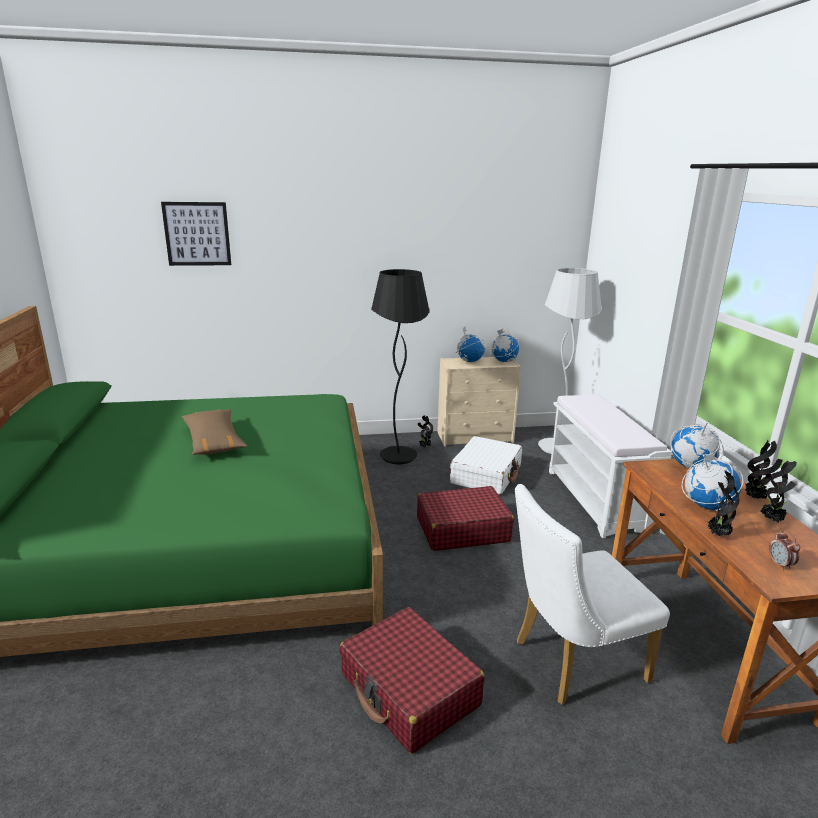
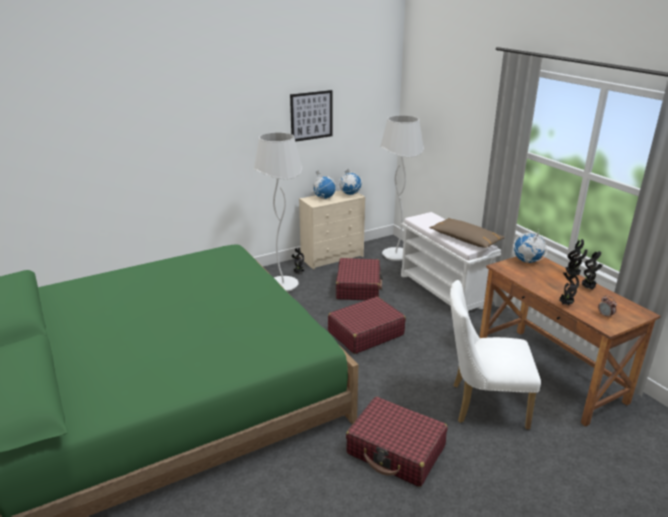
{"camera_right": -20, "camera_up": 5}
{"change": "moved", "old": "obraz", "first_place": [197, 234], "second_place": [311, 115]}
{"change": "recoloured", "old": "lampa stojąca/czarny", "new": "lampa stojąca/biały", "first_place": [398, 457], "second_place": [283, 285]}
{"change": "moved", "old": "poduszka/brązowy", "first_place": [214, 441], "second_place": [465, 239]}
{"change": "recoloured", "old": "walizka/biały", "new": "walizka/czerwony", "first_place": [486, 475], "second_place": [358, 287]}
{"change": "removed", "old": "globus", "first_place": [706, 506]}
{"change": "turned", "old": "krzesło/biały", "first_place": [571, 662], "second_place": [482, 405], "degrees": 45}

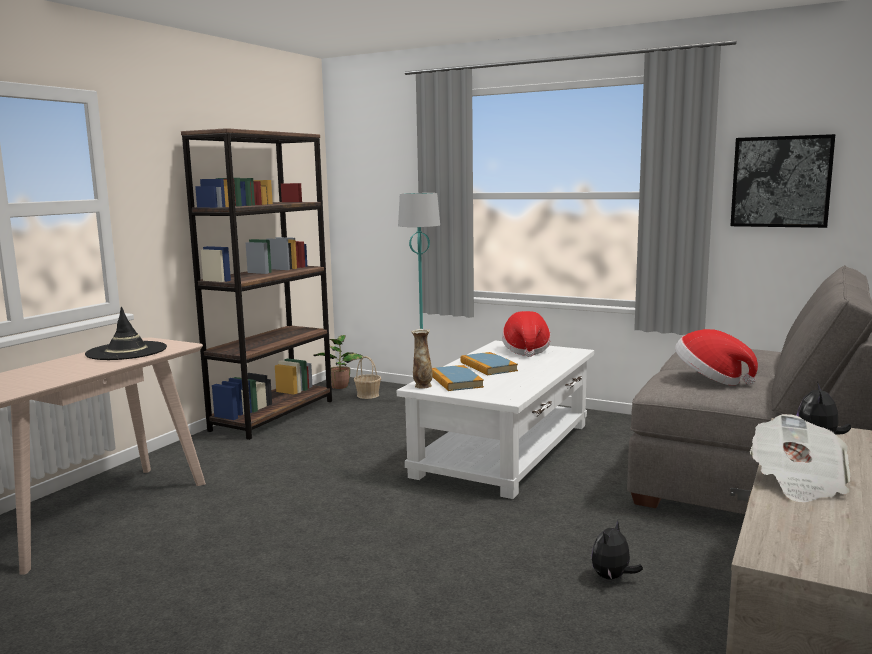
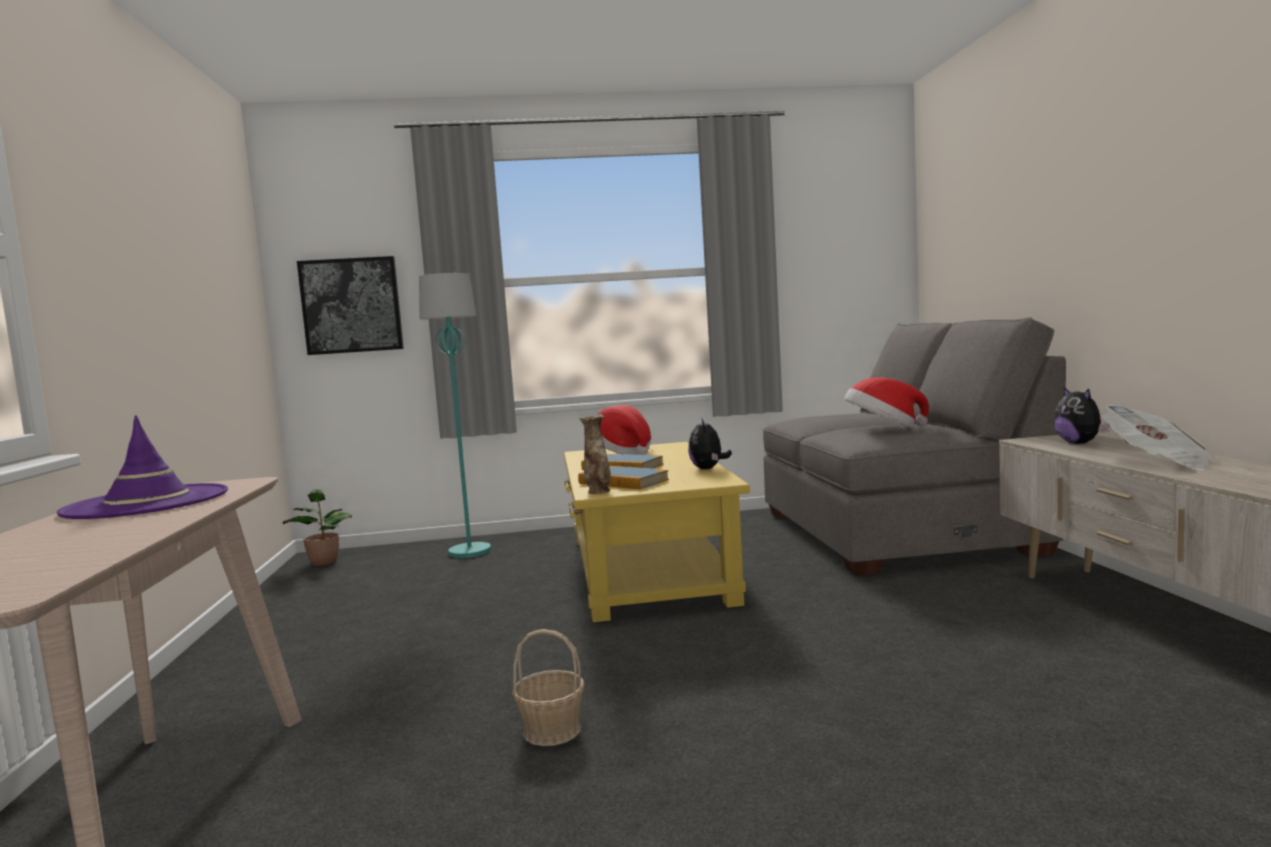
{"camera_right": -35, "camera_up": -5}
{"change": "removed", "old": "regał/brązowy", "first_place": [273, 415]}
{"change": "moved", "old": "obraz", "first_place": [781, 182], "second_place": [352, 305]}
{"change": "recoloured", "old": "kapelusz/czarny", "new": "kapelusz/fioletowy", "first_place": [127, 351], "second_place": [147, 502]}
{"change": "recoloured", "old": "ława/biały", "new": "ława/żółty", "first_place": [503, 449], "second_place": [647, 569]}
{"change": "moved", "old": "koszyk", "first_place": [368, 395], "second_place": [551, 730]}
{"change": "moved", "old": "pluszak", "first_place": [612, 577], "second_place": [708, 469]}

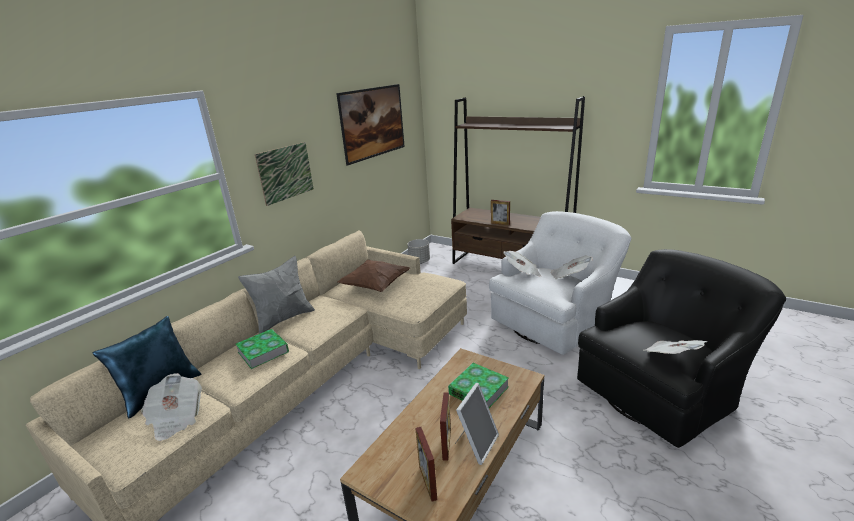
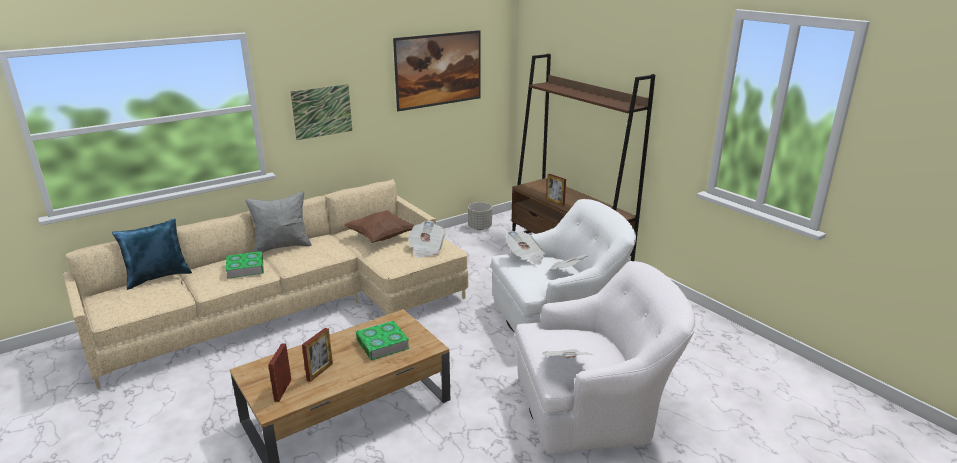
{"camera_right": 20, "camera_up": 0}
{"change": "recoloured", "old": "fotel/czarny", "new": "fotel/biały", "first_place": [661, 389], "second_place": [595, 407]}
{"change": "moved", "old": "gazeta", "first_place": [176, 418], "second_place": [426, 249]}
{"change": "removed", "old": "ramka na zdjęcie", "first_place": [476, 444]}

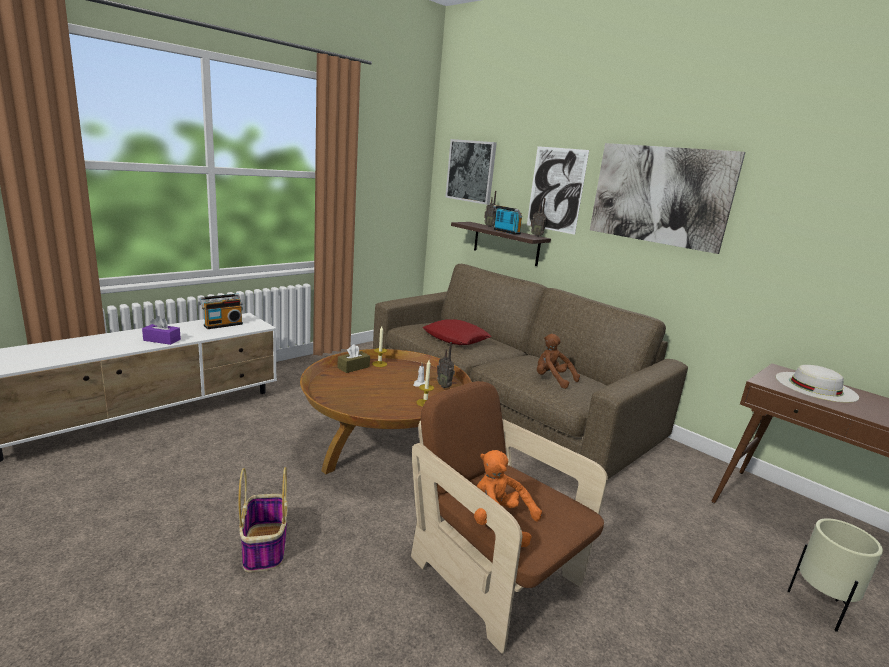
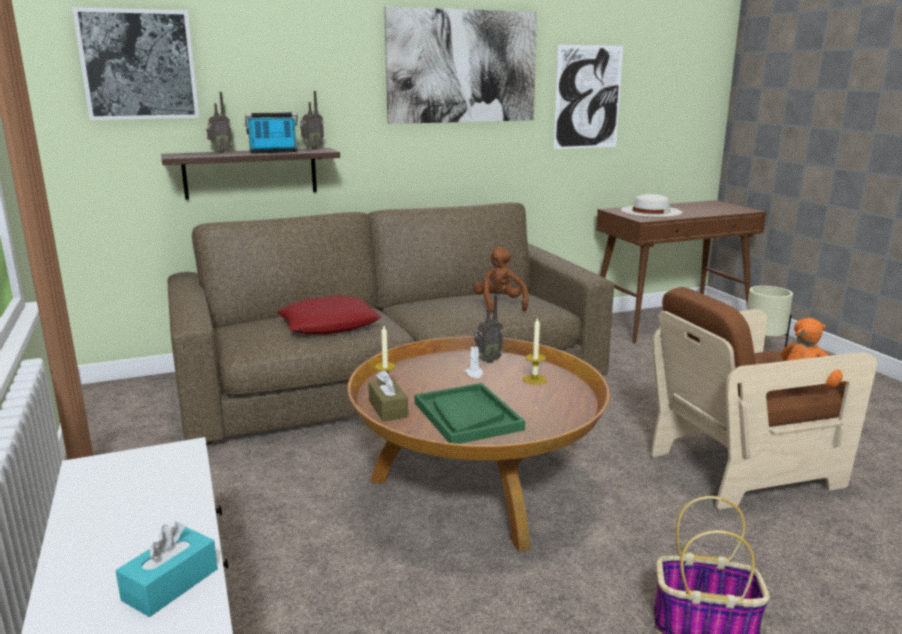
{"camera_right": -65, "camera_up": 0}
{"change": "moved", "old": "obraz", "first_place": [556, 189], "second_place": [588, 97]}
{"change": "removed", "old": "radio", "first_place": [223, 324]}
{"change": "recoloured", "old": "pudełko chusteczek/fioletowy", "new": "pudełko chusteczek/turkusowy", "first_place": [162, 340], "second_place": [170, 584]}
{"change": "turned", "old": "pluszak/brązowy", "first_place": [552, 379], "second_place": [499, 305], "degrees": 105}
{"change": "added", "new": "taca/zielony", "second_place": [467, 416]}

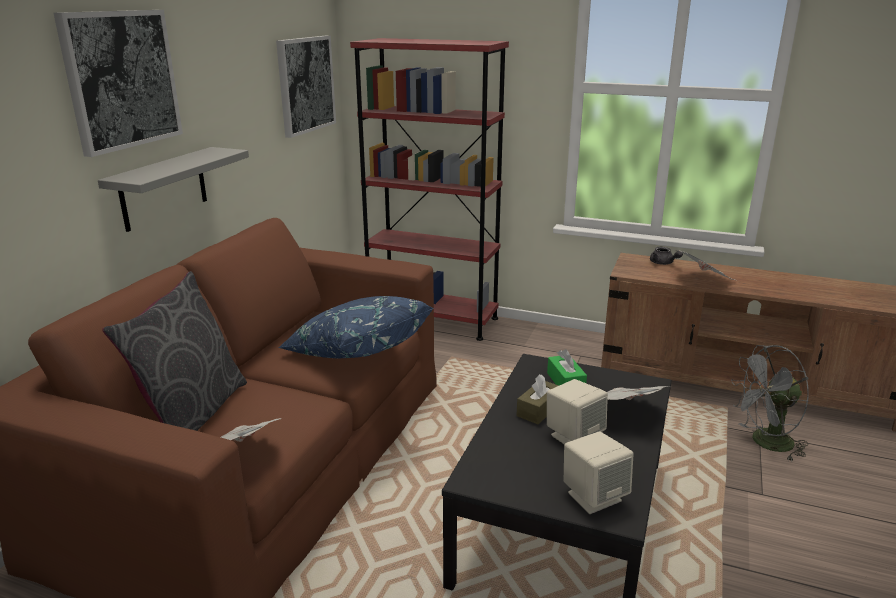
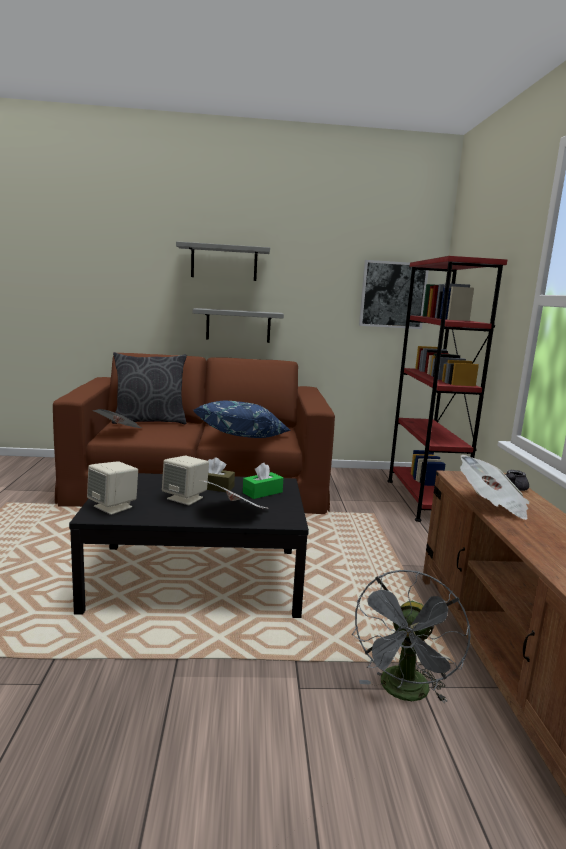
{"camera_right": 65, "camera_up": -10}
{"change": "replaced", "old": "obraz", "new": "półka/szary", "first_place": [121, 80], "second_place": [224, 262]}
{"change": "turned", "old": "wentylator/szary", "first_place": [765, 443], "second_place": [404, 693], "degrees": -120}

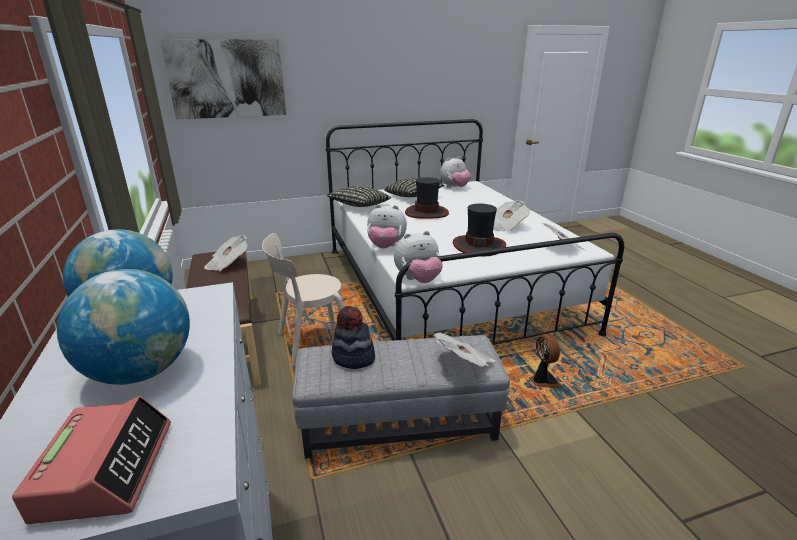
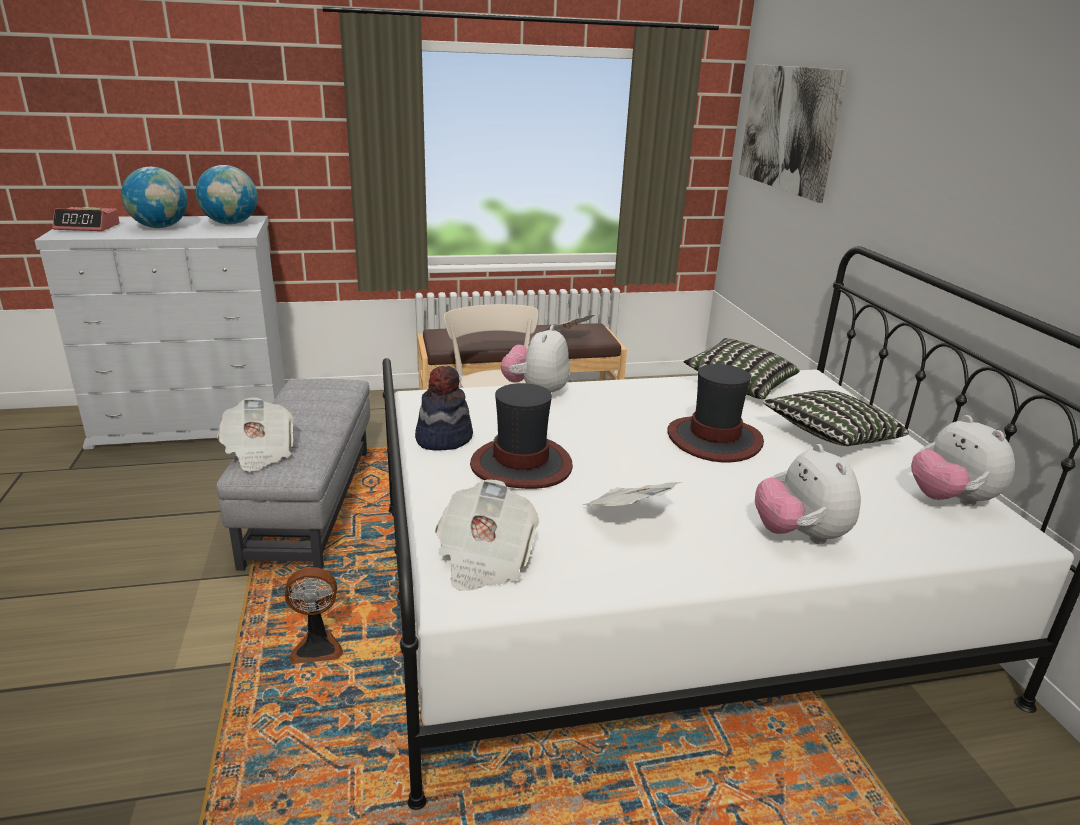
{"camera_right": 95, "camera_up": 0}
{"change": "moved", "old": "pluszak", "first_place": [418, 280], "second_place": [800, 535]}
{"change": "moved", "old": "kapelusz", "first_place": [353, 358], "second_place": [443, 438]}

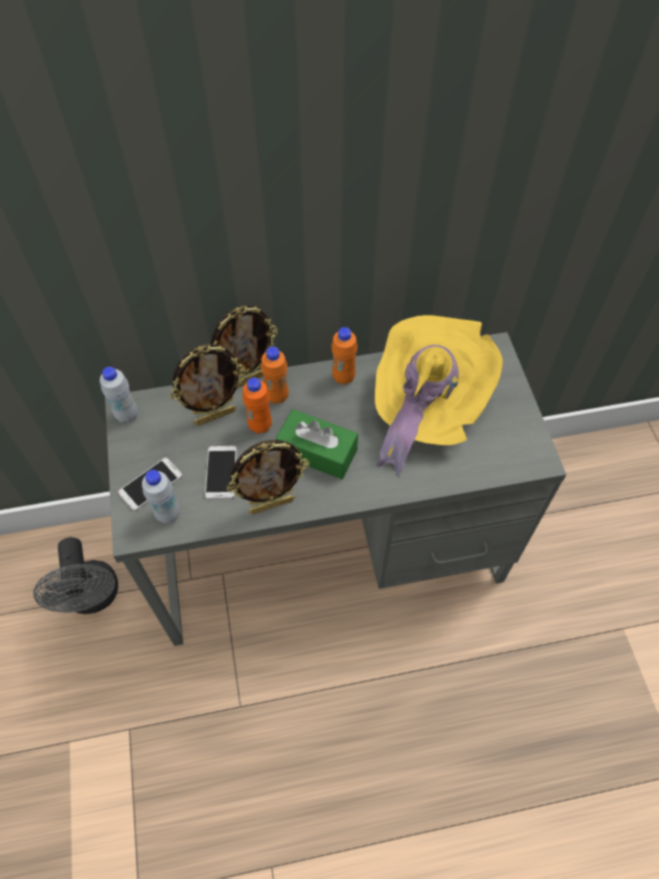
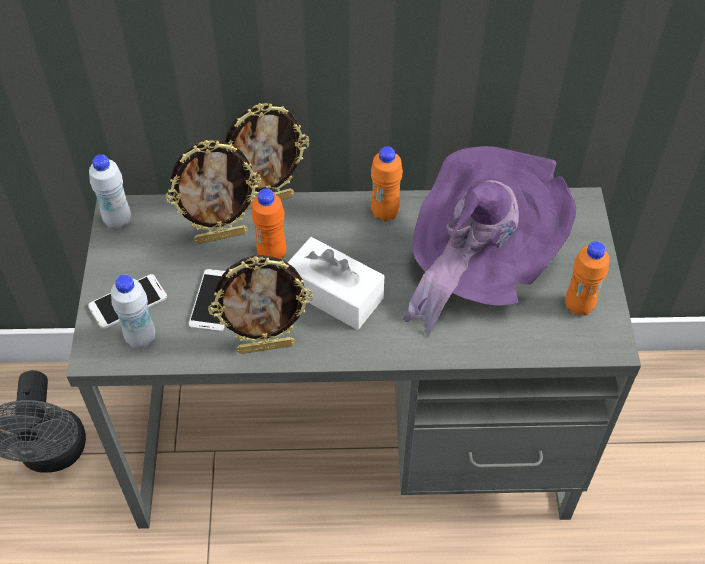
{"camera_right": 10, "camera_up": -5}
{"change": "recoloured", "old": "kapelusz/żółty", "new": "kapelusz/fioletowy", "first_place": [425, 409], "second_place": [477, 263]}
{"change": "moved", "old": "butelka/pomarańczowy", "first_place": [277, 396], "second_place": [578, 306]}
{"change": "recoloured", "old": "pudełko chusteczek/zielony", "new": "pudełko chusteczek/biały", "first_place": [317, 452], "second_place": [334, 294]}

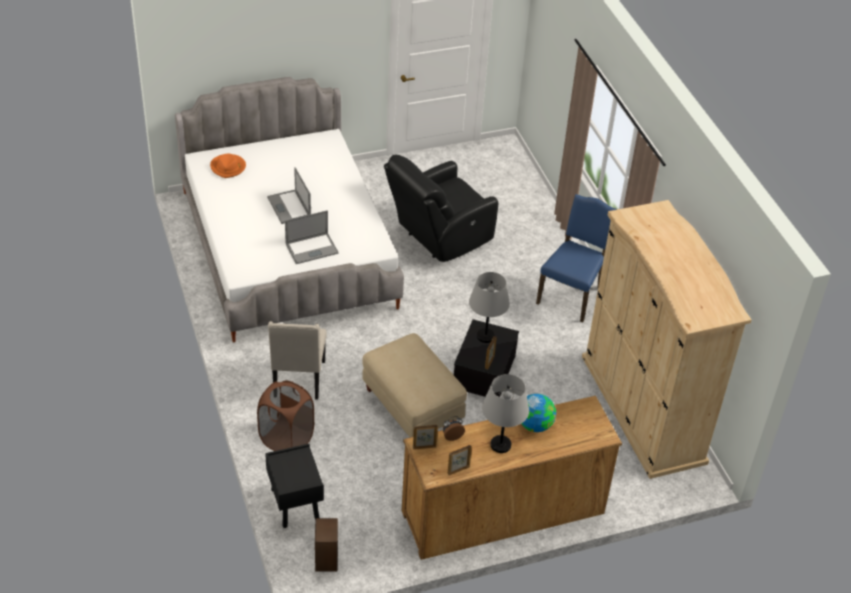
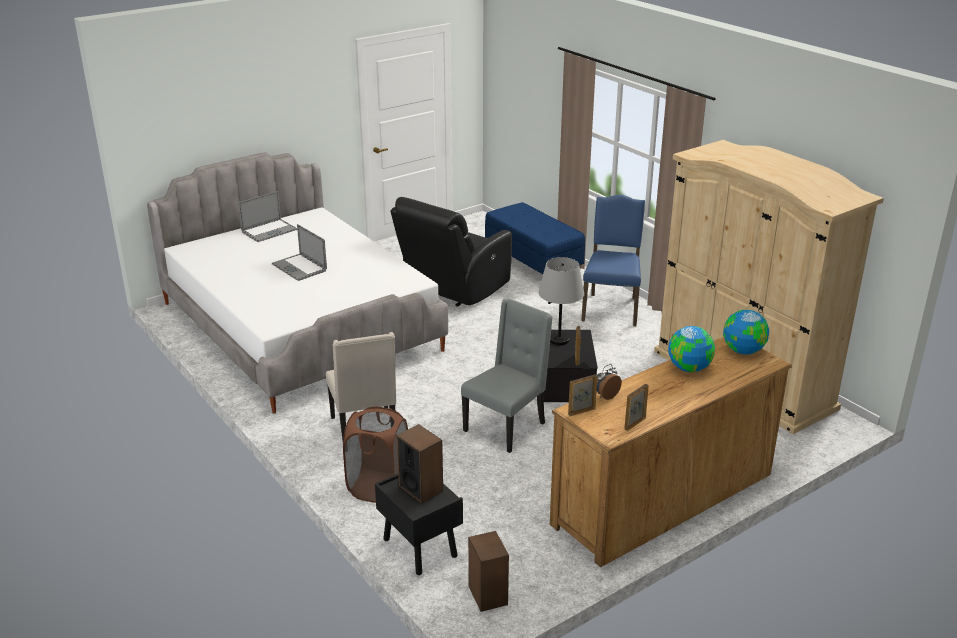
{"camera_right": -15, "camera_up": -15}
{"change": "removed", "old": "kapelusz/pomarańczowy", "first_place": [228, 167]}
{"change": "moved", "old": "laptop", "first_place": [312, 249], "second_place": [269, 231]}
{"change": "replaced", "old": "pufa/beżowy", "new": "krzesło/szary", "first_place": [413, 406], "second_place": [506, 427]}
{"change": "removed", "old": "lampa stołowa/szary", "first_place": [500, 445]}
{"change": "added", "new": "ławka/niebieski", "second_place": [533, 265]}
{"change": "added", "new": "globus", "second_place": [742, 350]}
{"change": "added", "new": "głośnik", "second_place": [421, 488]}

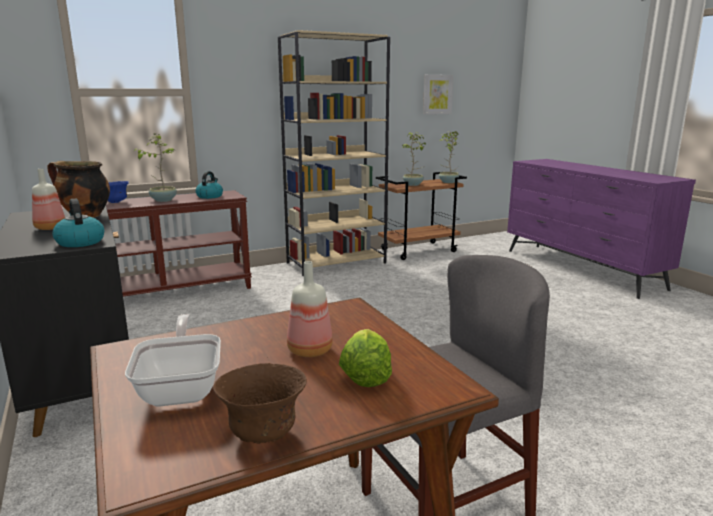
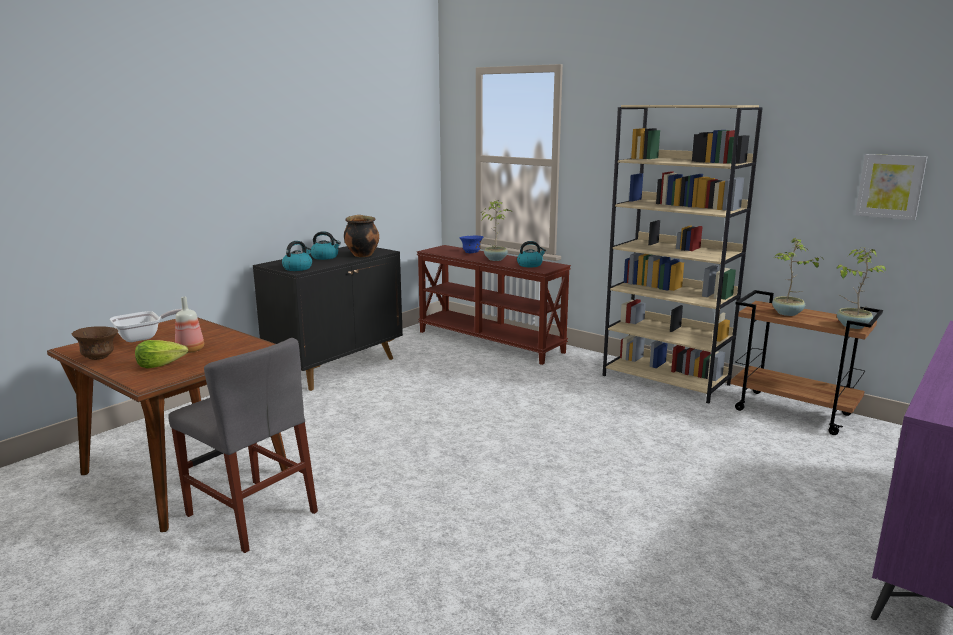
{"camera_right": 65, "camera_up": 0}
{"change": "replaced", "old": "butelka", "new": "czajnik", "first_place": [49, 228], "second_place": [325, 257]}

